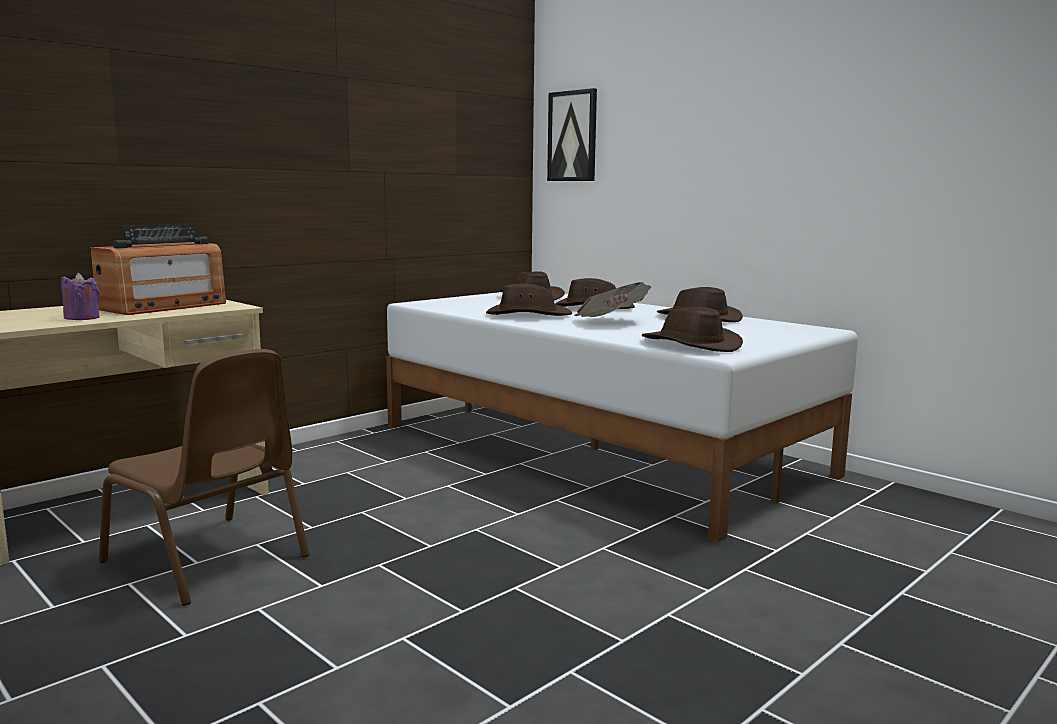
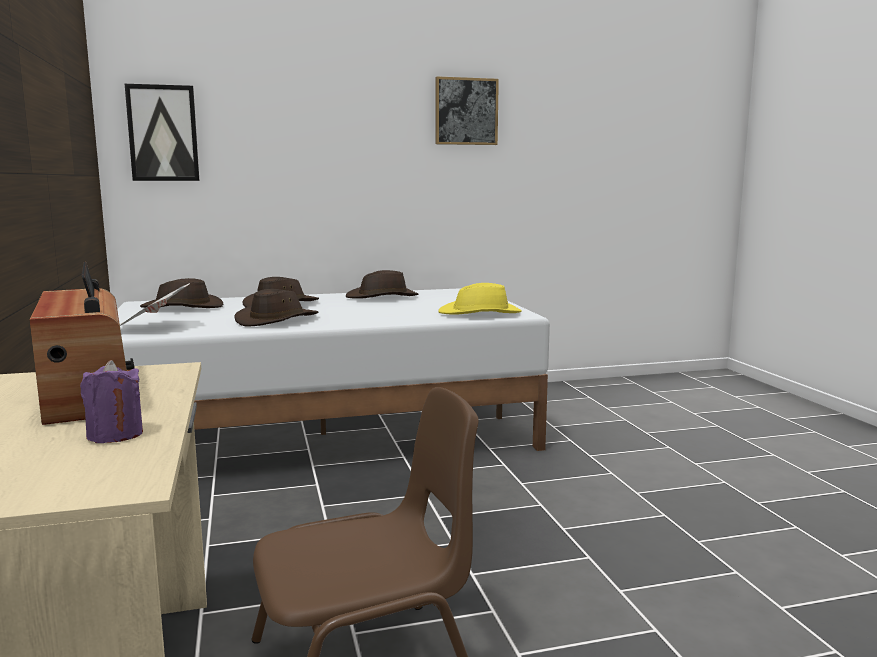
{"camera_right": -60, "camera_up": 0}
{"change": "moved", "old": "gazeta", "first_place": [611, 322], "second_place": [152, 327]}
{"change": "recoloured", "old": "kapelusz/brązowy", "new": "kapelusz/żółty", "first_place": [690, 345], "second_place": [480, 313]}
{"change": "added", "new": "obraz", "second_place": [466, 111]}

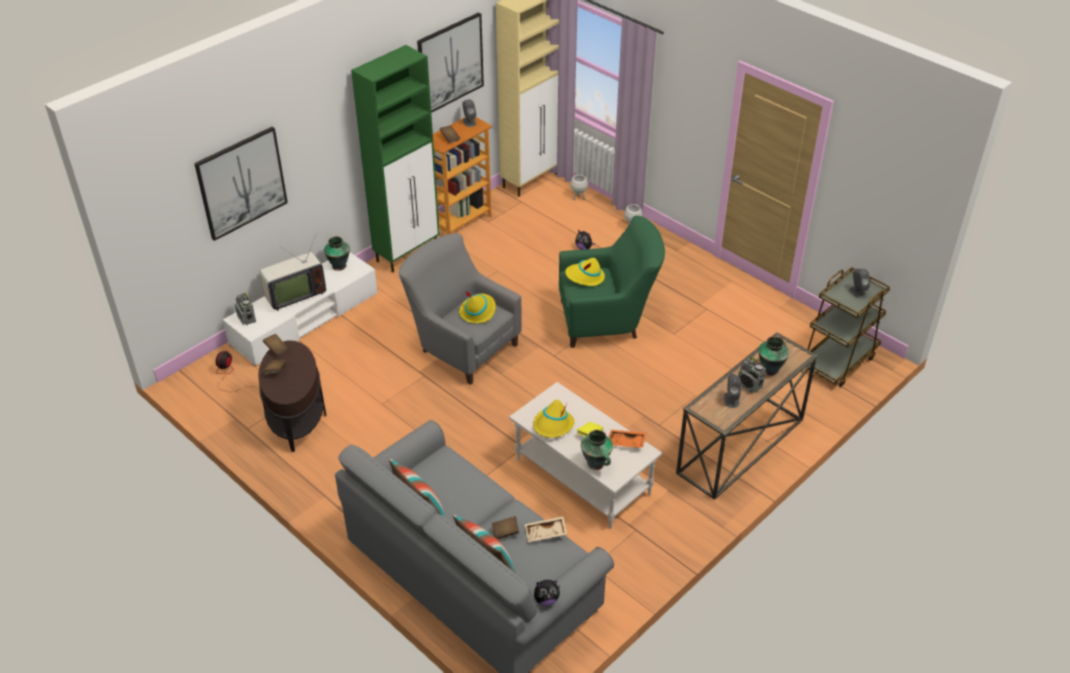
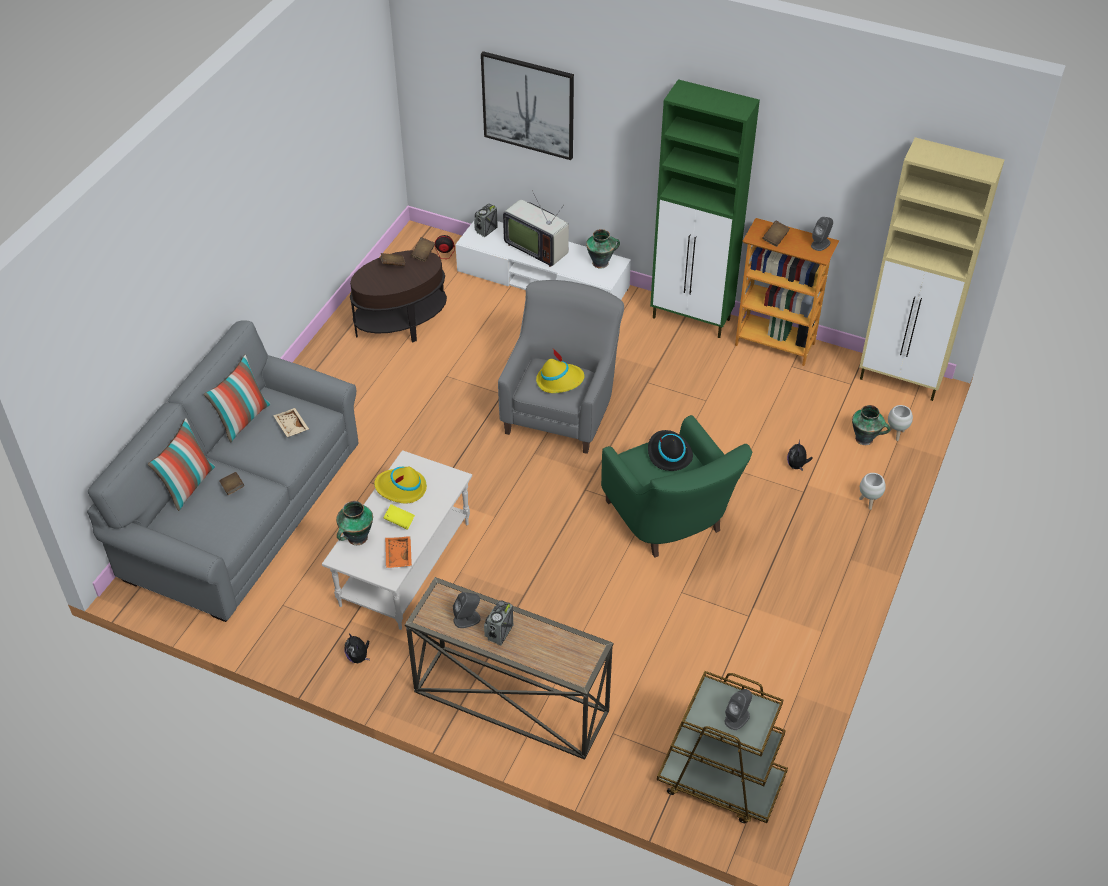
{"camera_right": 70, "camera_up": 5}
{"change": "removed", "old": "obraz", "first_place": [450, 63]}
{"change": "recoloured", "old": "kapelusz/żółty", "new": "kapelusz/czarny", "first_place": [585, 277], "second_place": [668, 454]}
{"change": "moved", "old": "wazon", "first_place": [770, 369], "second_place": [865, 439]}
{"change": "moved", "old": "taca/beżowy", "first_place": [545, 533], "second_place": [291, 426]}
{"change": "moved", "old": "pluszak", "first_place": [546, 599], "second_place": [358, 657]}

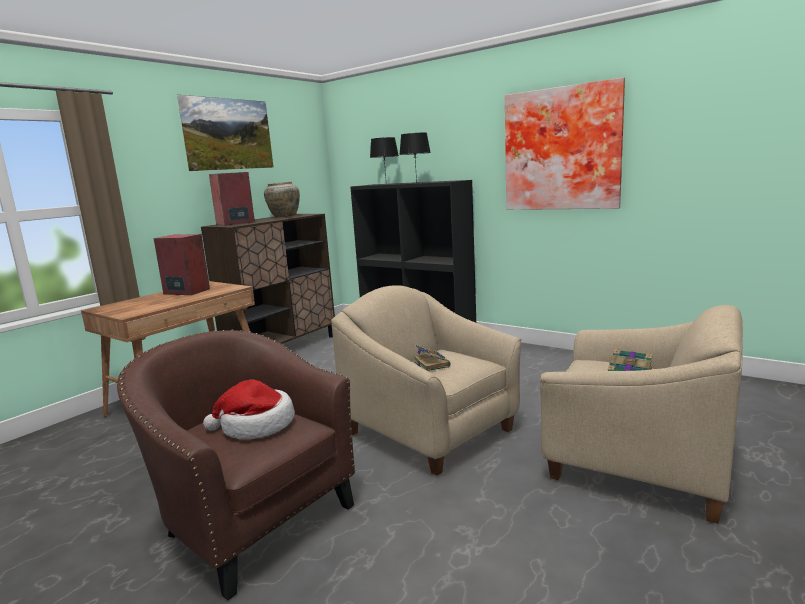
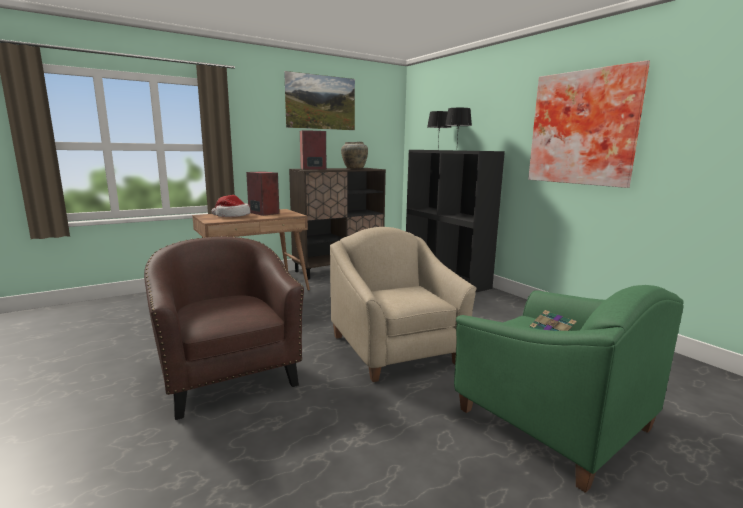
{"camera_right": 20, "camera_up": 0}
{"change": "recoloured", "old": "fotel/beżowy", "new": "fotel/zielony", "first_place": [637, 464], "second_place": [550, 421]}
{"change": "removed", "old": "książka", "first_place": [431, 364]}
{"change": "moved", "old": "kapelusz", "first_place": [256, 426], "second_place": [232, 216]}

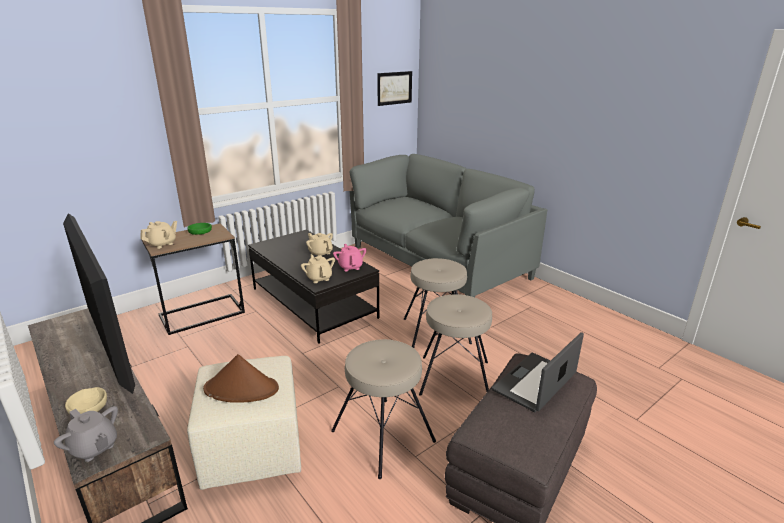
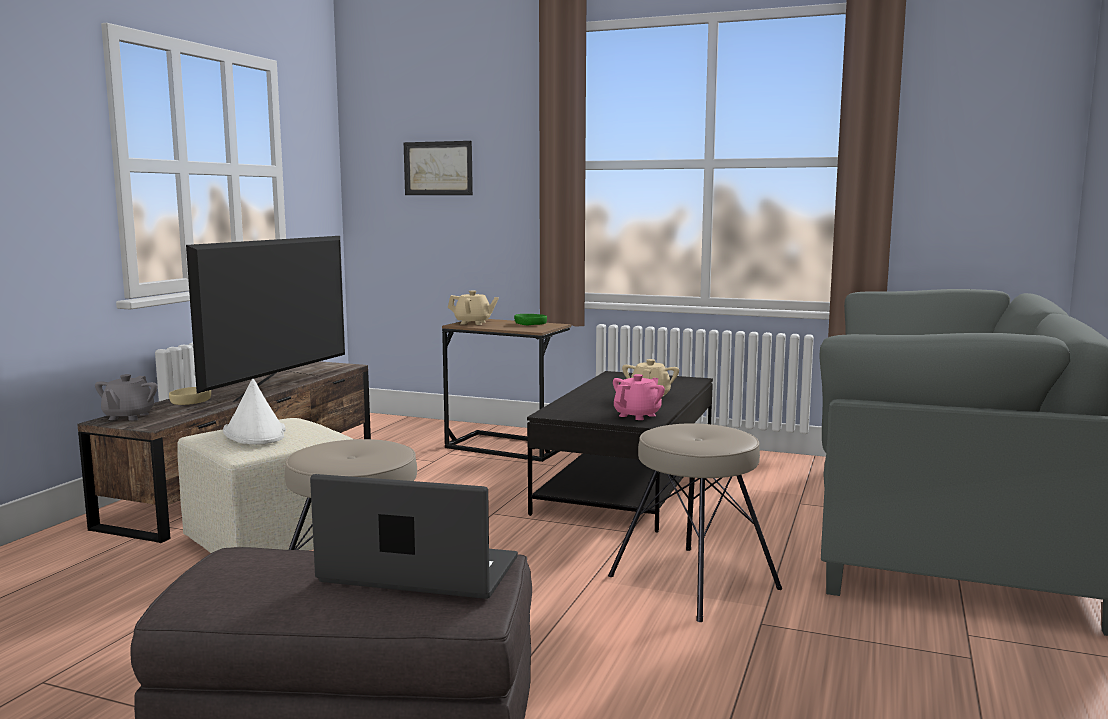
{"camera_right": 60, "camera_up": -15}
{"change": "moved", "old": "obraz", "first_place": [394, 88], "second_place": [438, 168]}
{"change": "removed", "old": "imbryk/beżowy", "first_place": [319, 278]}
{"change": "removed", "old": "stołek/beżowy", "first_place": [454, 377]}
{"change": "recoloured", "old": "kapelusz/brązowy", "new": "kapelusz/biały", "first_place": [242, 389], "second_place": [255, 433]}

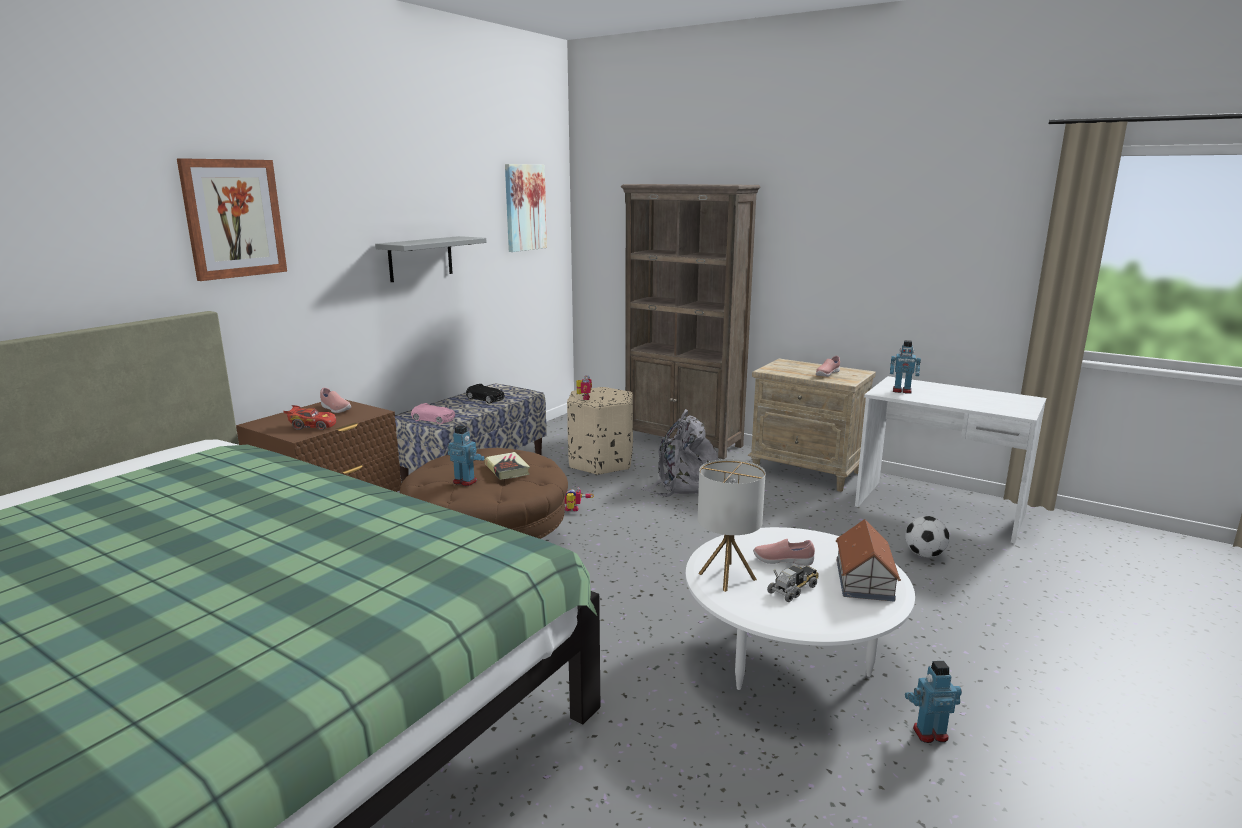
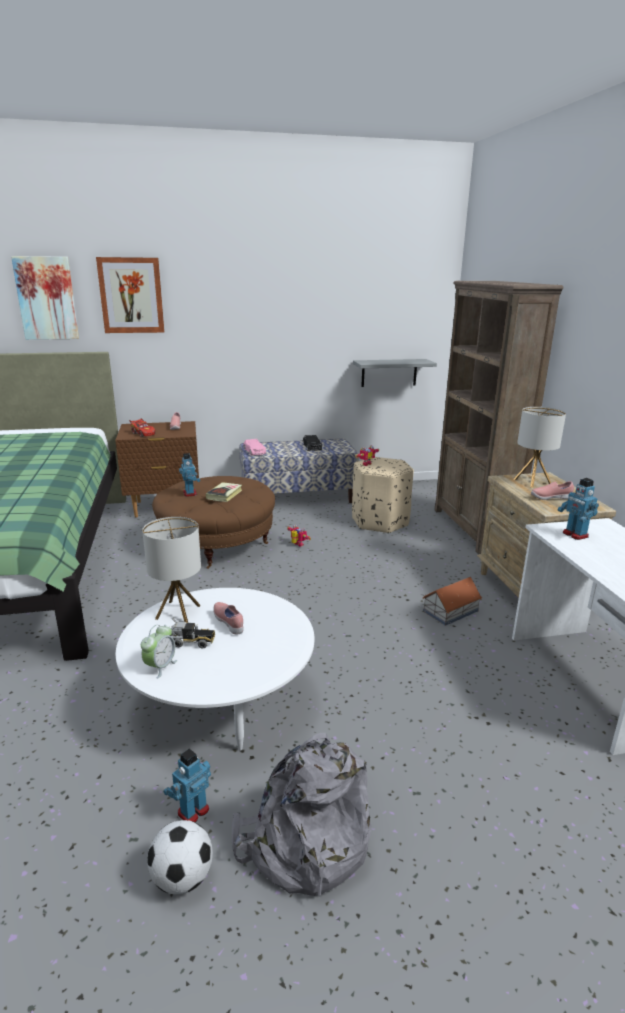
{"camera_right": 45, "camera_up": 5}
{"change": "moved", "old": "obraz", "first_place": [524, 207], "second_place": [46, 298]}
{"change": "moved", "old": "półka/szary", "first_place": [420, 258], "second_place": [389, 372]}
{"change": "moved", "old": "plecak/szary", "first_place": [682, 484], "second_place": [303, 844]}
{"change": "moved", "old": "piłka futbolowa", "first_place": [924, 555], "second_place": [182, 878]}
{"change": "moved", "old": "domek", "first_place": [863, 580], "second_place": [450, 611]}
{"change": "turned", "old": "robot zabawkowy", "first_place": [929, 733], "second_place": [192, 811], "degrees": -90}
{"change": "added", "new": "lampa stołowa", "second_place": [532, 481]}
{"change": "added", "new": "budzik", "second_place": [160, 667]}

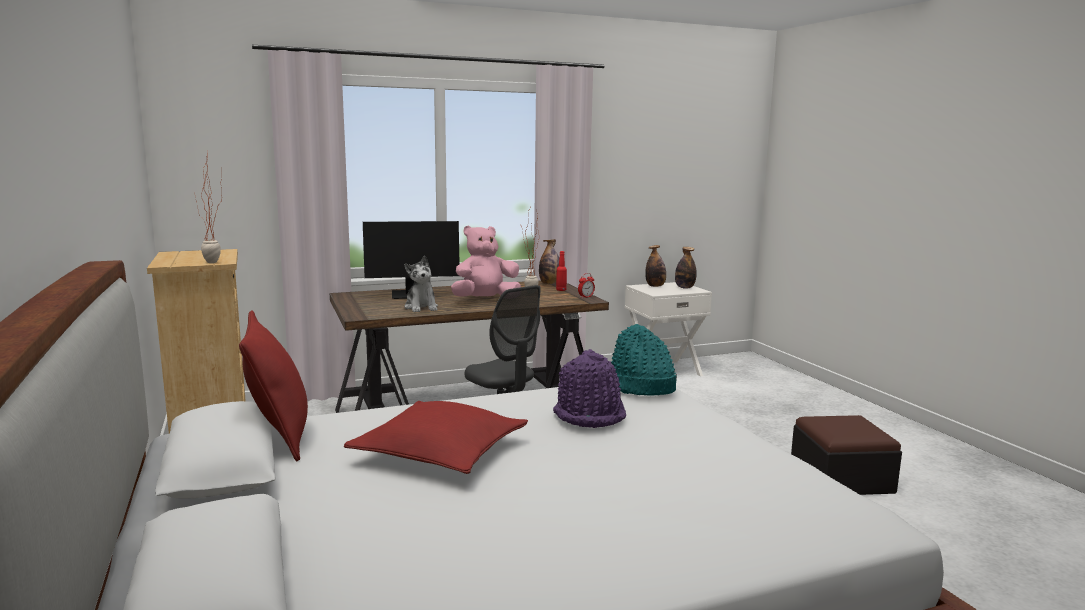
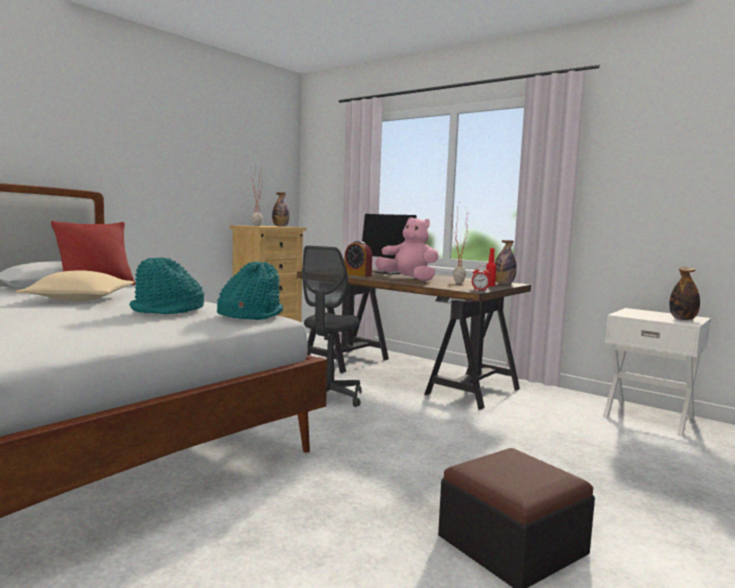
{"camera_right": 60, "camera_up": -5}
{"change": "moved", "old": "butelka", "first_place": [655, 286], "second_place": [280, 226]}
{"change": "replaced", "old": "pluszak", "new": "budzik", "first_place": [421, 307], "second_place": [357, 275]}
{"change": "recoloured", "old": "kapelusz/fioletowy", "new": "kapelusz/turkusowy", "first_place": [590, 414], "second_place": [167, 311]}
{"change": "recoloured", "old": "poduszka/czerwony", "new": "poduszka/beżowy", "first_place": [440, 453], "second_place": [80, 299]}

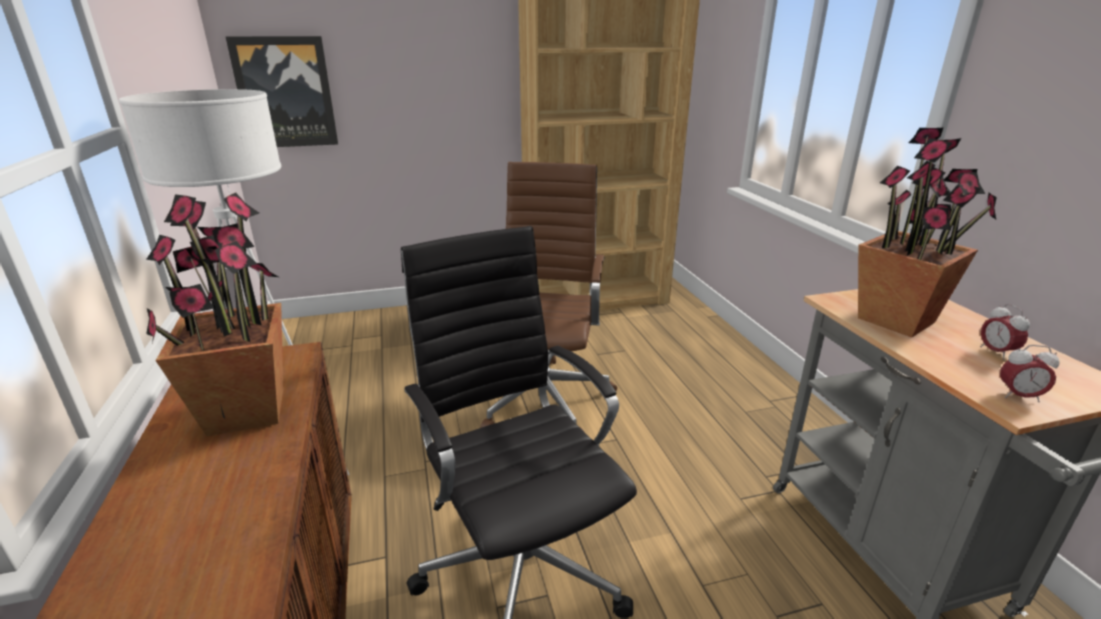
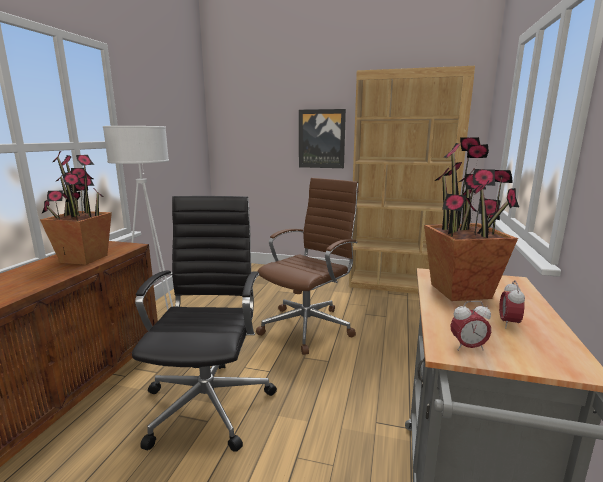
{"camera_right": 30, "camera_up": -10}
{"change": "moved", "old": "obraz", "first_place": [285, 93], "second_place": [321, 139]}
{"change": "turned", "old": "budzik", "first_place": [1018, 396], "second_place": [468, 347], "degrees": -45}

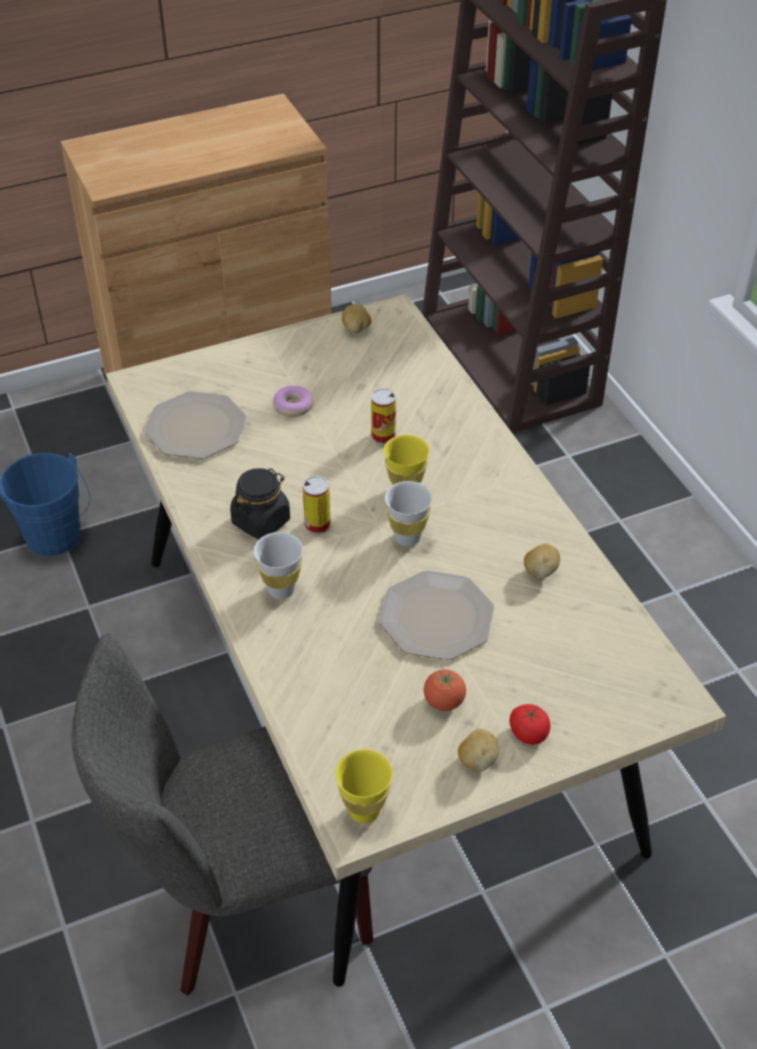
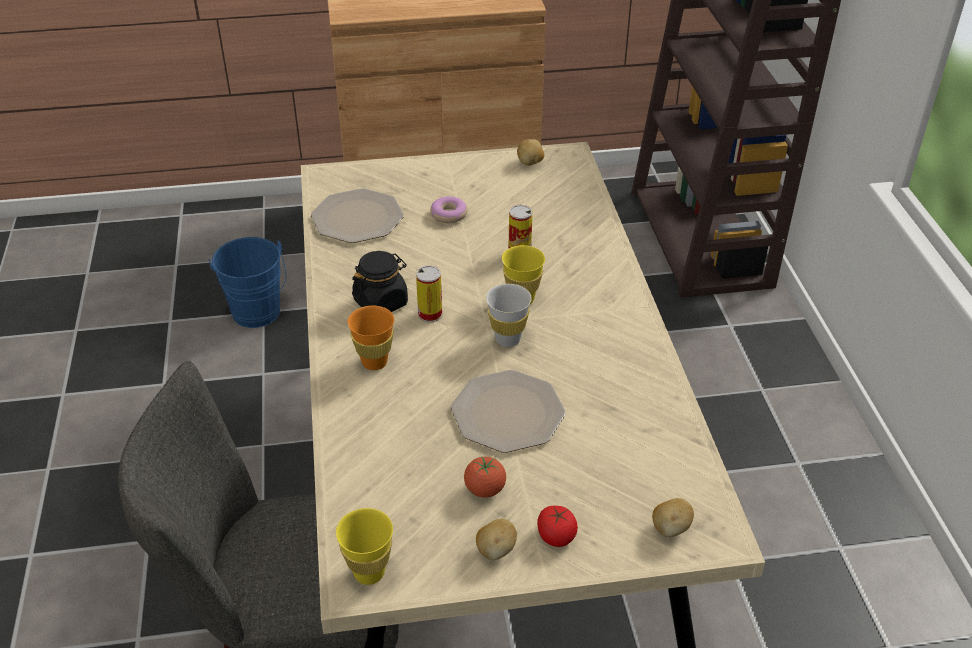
{"camera_right": 15, "camera_up": -5}
{"change": "recoloured", "old": "filiżanka/biały", "new": "filiżanka/pomarańczowy", "first_place": [281, 589], "second_place": [374, 362]}
{"change": "moved", "old": "ziemniak", "first_place": [540, 571], "second_place": [670, 528]}

